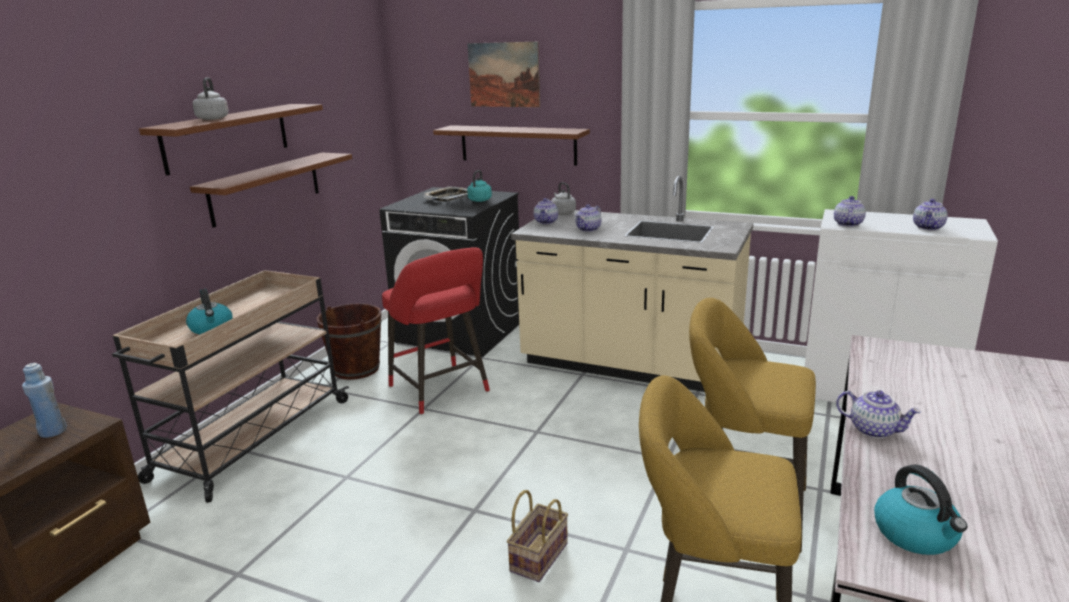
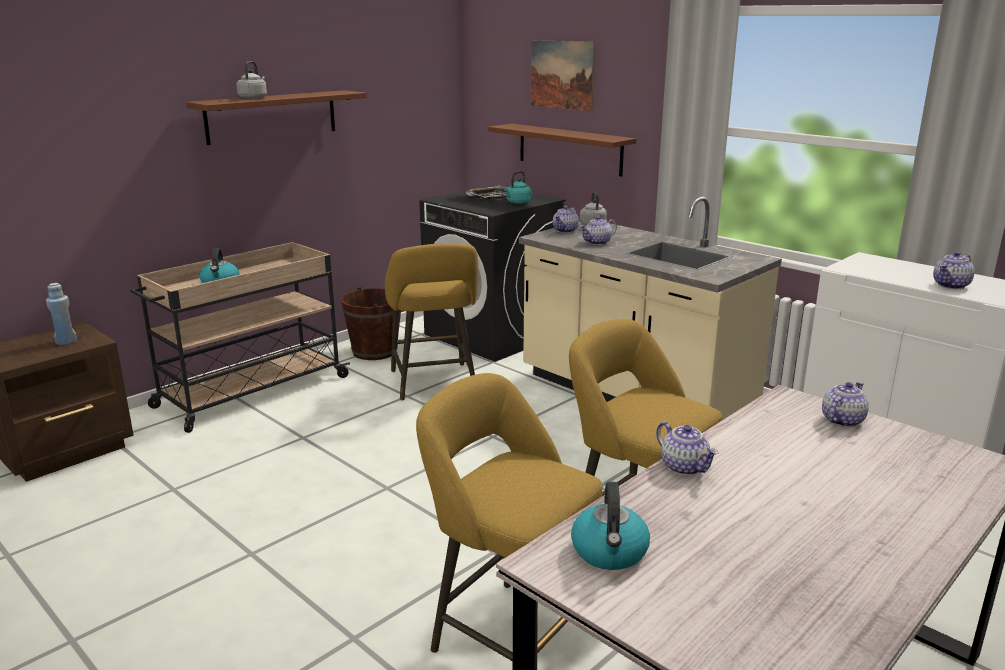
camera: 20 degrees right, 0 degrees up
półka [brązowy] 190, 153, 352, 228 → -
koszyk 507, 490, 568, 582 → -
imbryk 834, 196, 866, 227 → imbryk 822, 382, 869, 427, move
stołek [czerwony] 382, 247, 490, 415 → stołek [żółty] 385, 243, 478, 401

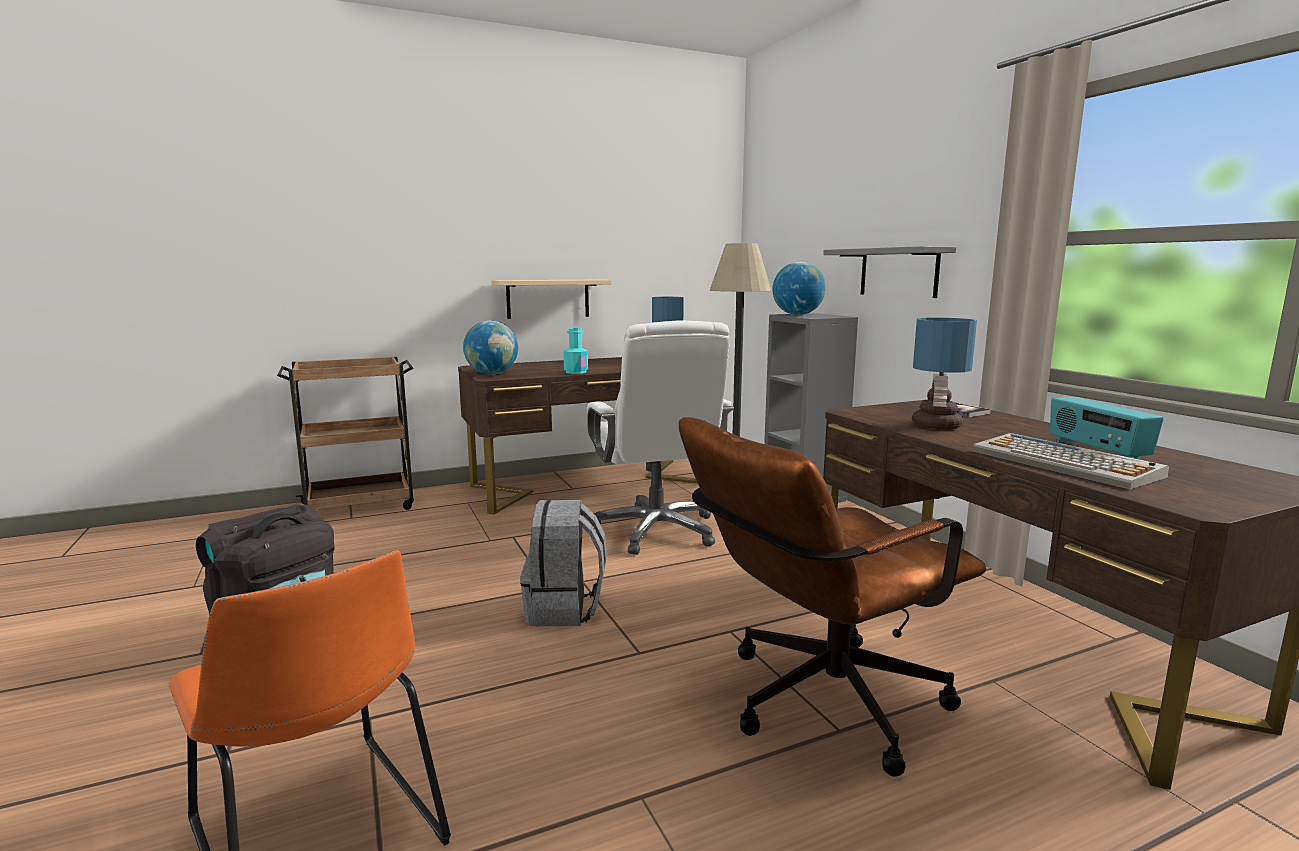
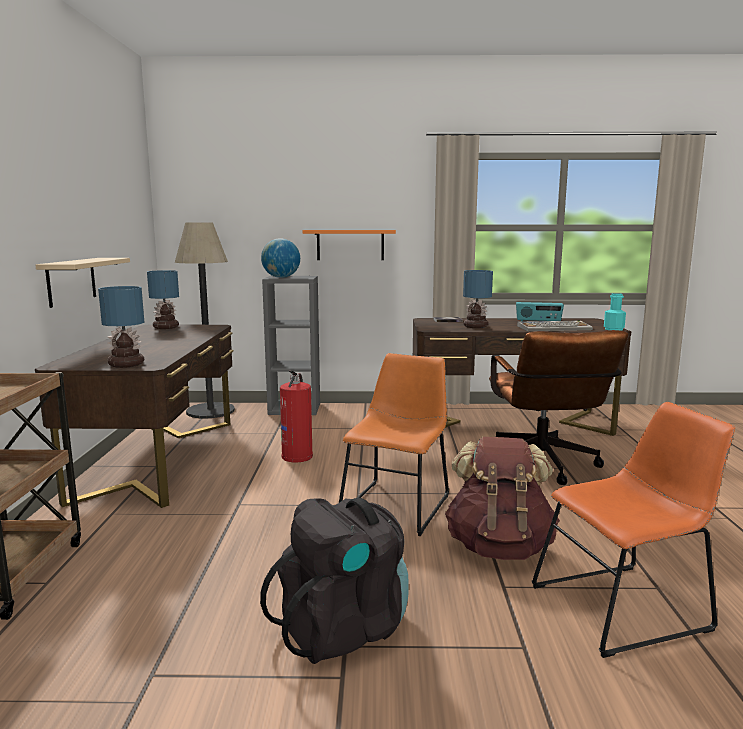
camera: 65 degrees left, 0 degrees up
- → plecak [brązowy] 445, 437, 559, 560
butelka [turkusowy] 563, 328, 588, 374 → butelka [turkusowy] 604, 293, 626, 331, move
globus 463, 321, 518, 375 → lampa stołowa 98, 286, 144, 368
plecak [szary] 520, 500, 607, 627 → krzesło [pomarańczowy] 339, 353, 449, 536
krzesło biurowe [biały] 587, 320, 734, 555 → gaśnica 280, 371, 313, 462
półka [szary] 823, 246, 956, 298 → półka [pomarańczowy] 302, 230, 396, 260

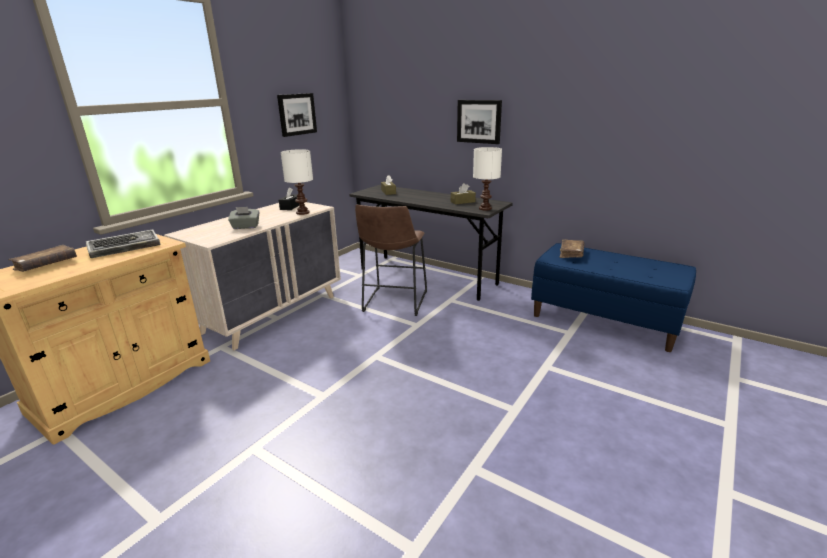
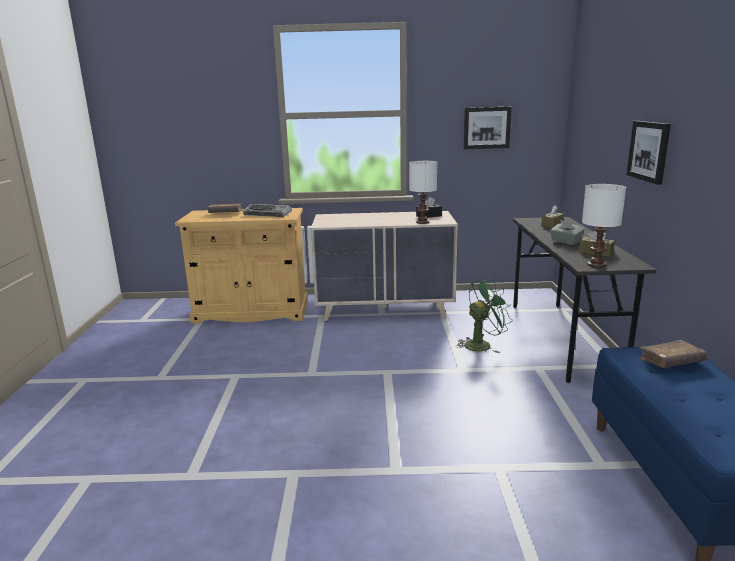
camera: 55 degrees right, 5 degrees down
pudełko chusteczek [szary] 228, 207, 259, 229 → pudełko chusteczek [szary] 550, 220, 584, 245, move
stołek [brązowy] 355, 205, 427, 316 → wentylator [zielony] 456, 278, 513, 353

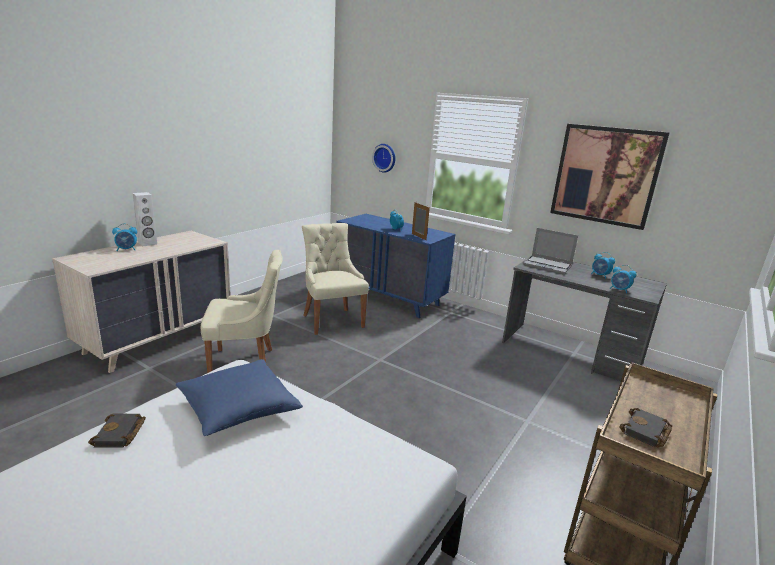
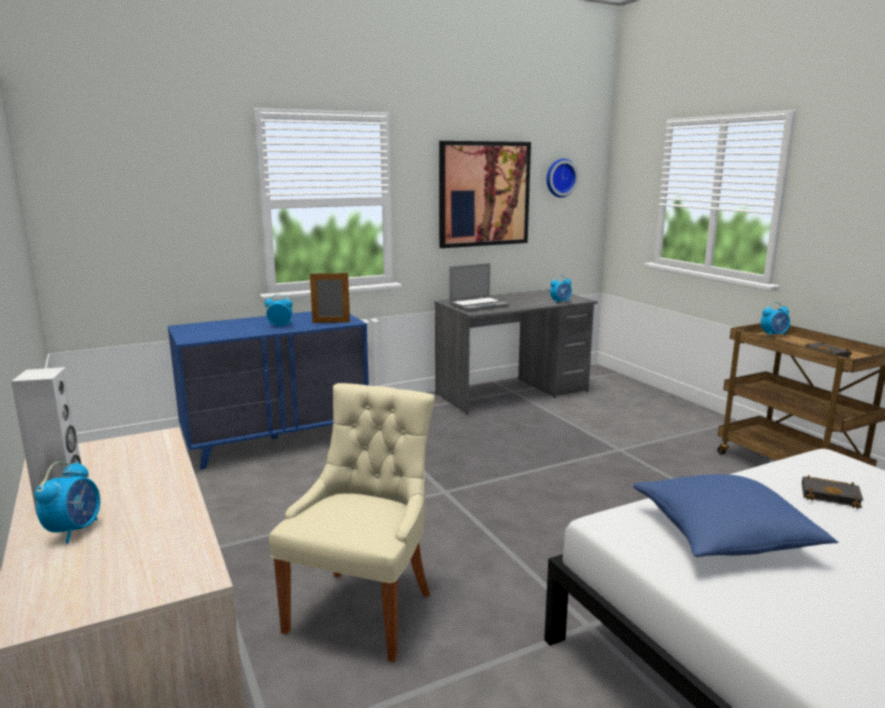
camera: 60 degrees left, 5 degrees down
krzesło [beżowy] 302, 223, 369, 335 → -
książka [czarny] 88, 414, 146, 447 → książka [czarny] 802, 475, 863, 509, move
zegar ścienny 372, 144, 395, 173 → zegar ścienny 546, 158, 578, 198, move
budzik 591, 252, 615, 278 → budzik 761, 302, 790, 337, move

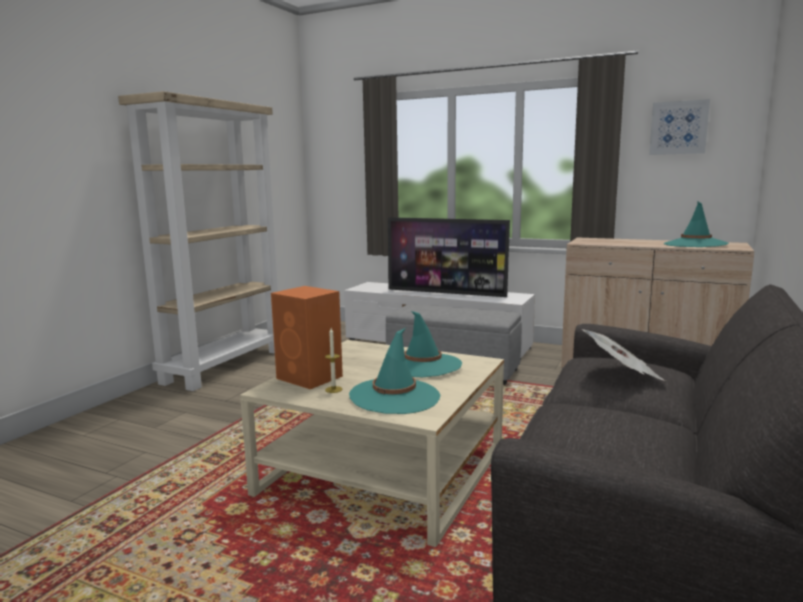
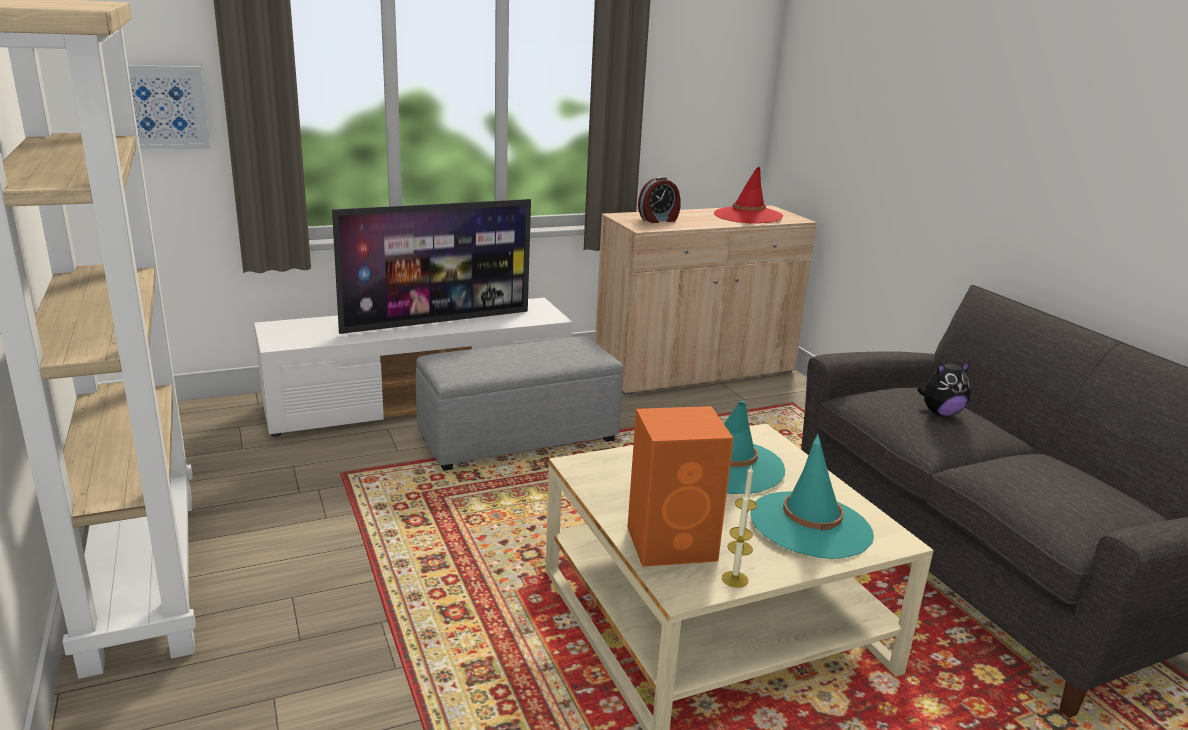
camera: 50 degrees left, 10 degrees up
- → budzik 638, 177, 681, 223
- → świeca 722, 493, 753, 588
obraz 649, 99, 710, 155 → obraz 128, 65, 210, 150, move
gazeta 582, 329, 666, 381 → pluszak 917, 361, 971, 417
kapelusz [turkusowy] 664, 201, 728, 247 → kapelusz [czerwony] 714, 167, 783, 223

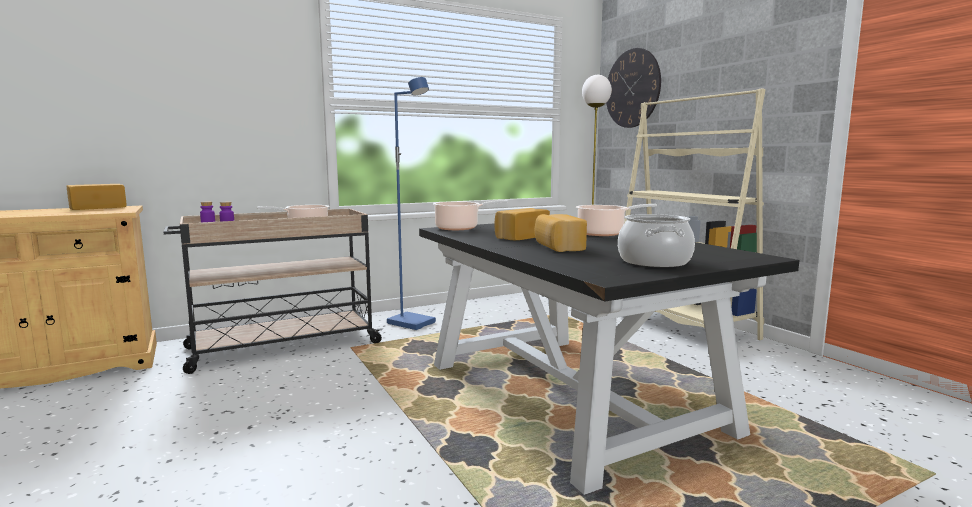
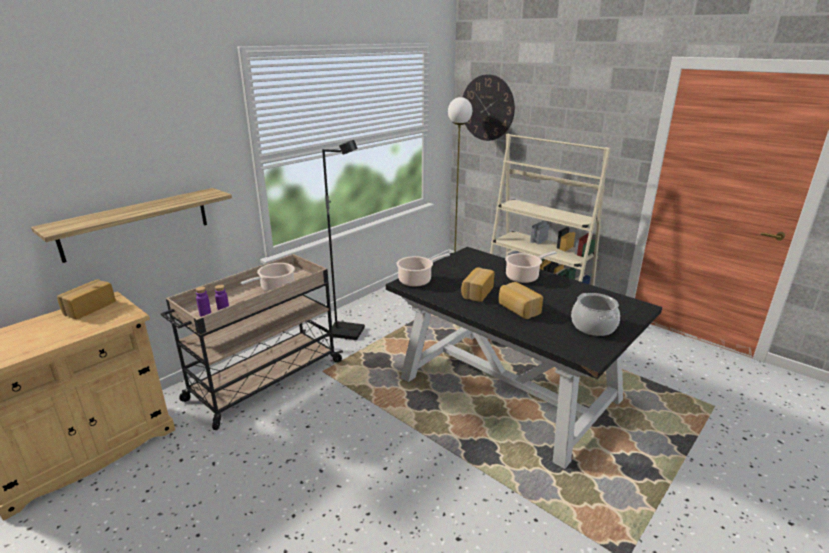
camera: 20 degrees left, 15 degrees up
- → półka 31, 188, 232, 263
lampa stojąca [niebieski] 387, 77, 436, 330 → lampa stojąca [czarny] 322, 140, 365, 340

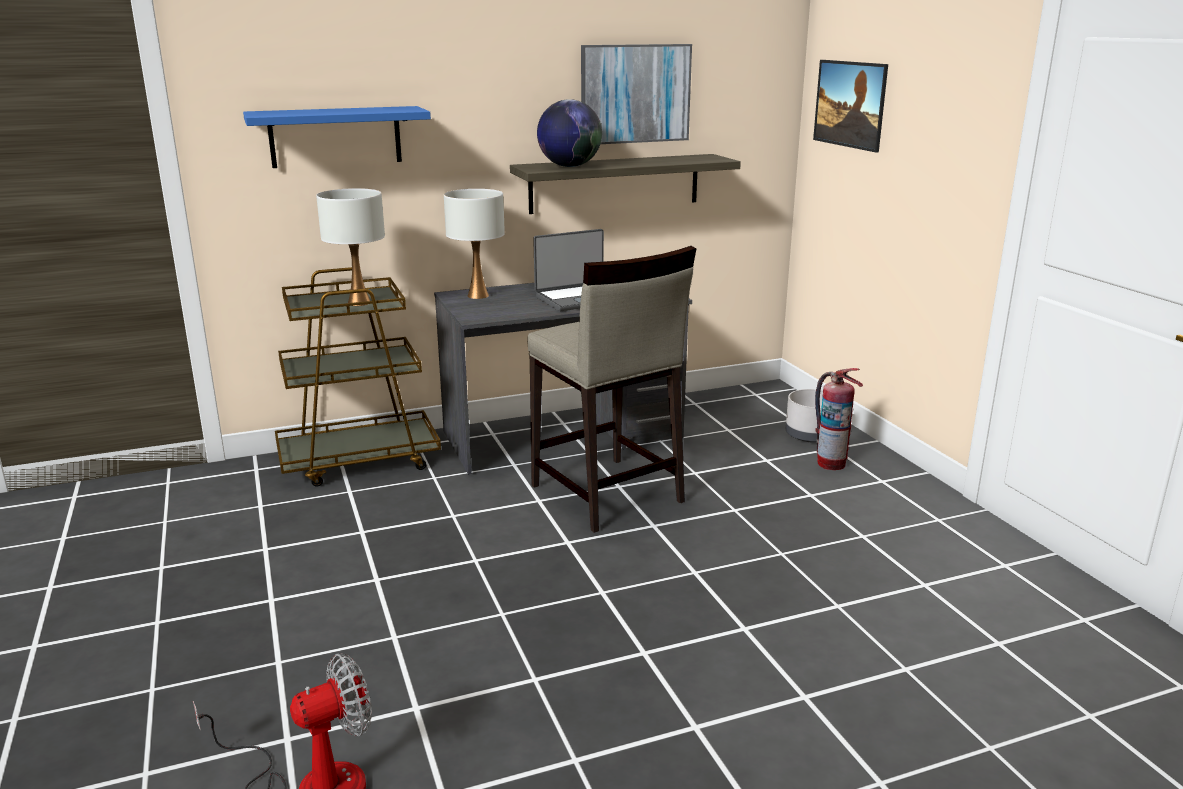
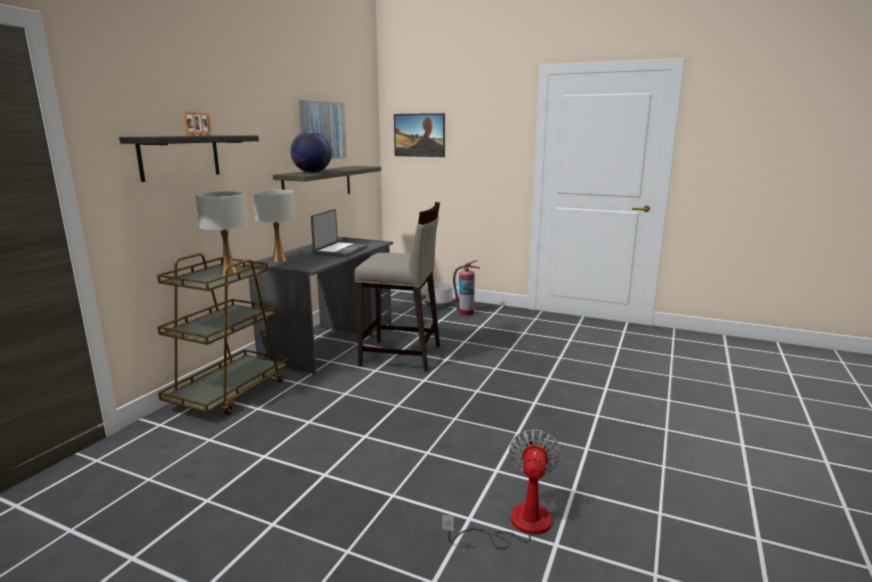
camera: 45 degrees left, 5 degrees down
- → ramka na zdjęcie 182, 111, 211, 136
półka [niebieski] 243, 106, 431, 168 → półka [czarny] 119, 135, 259, 182

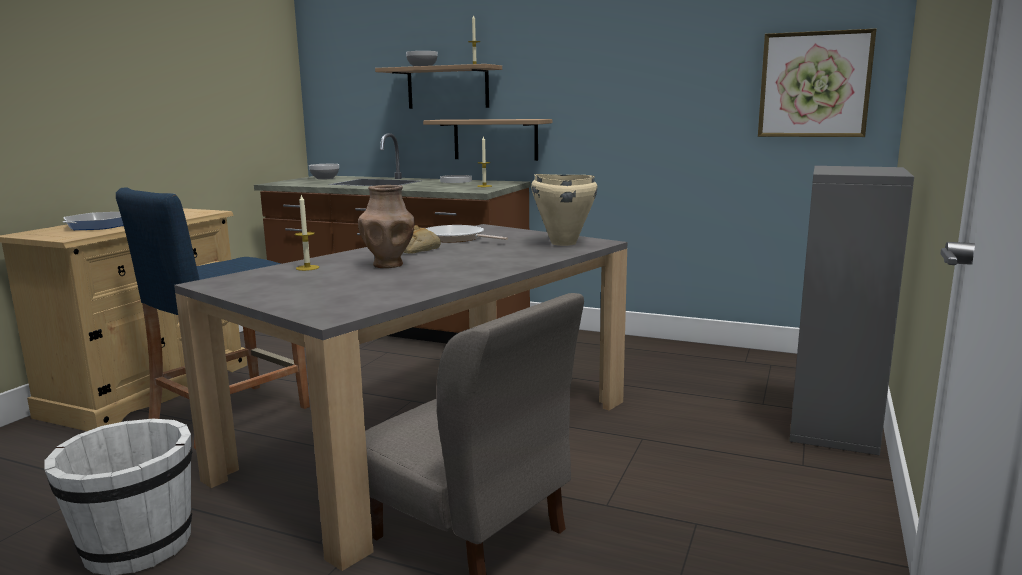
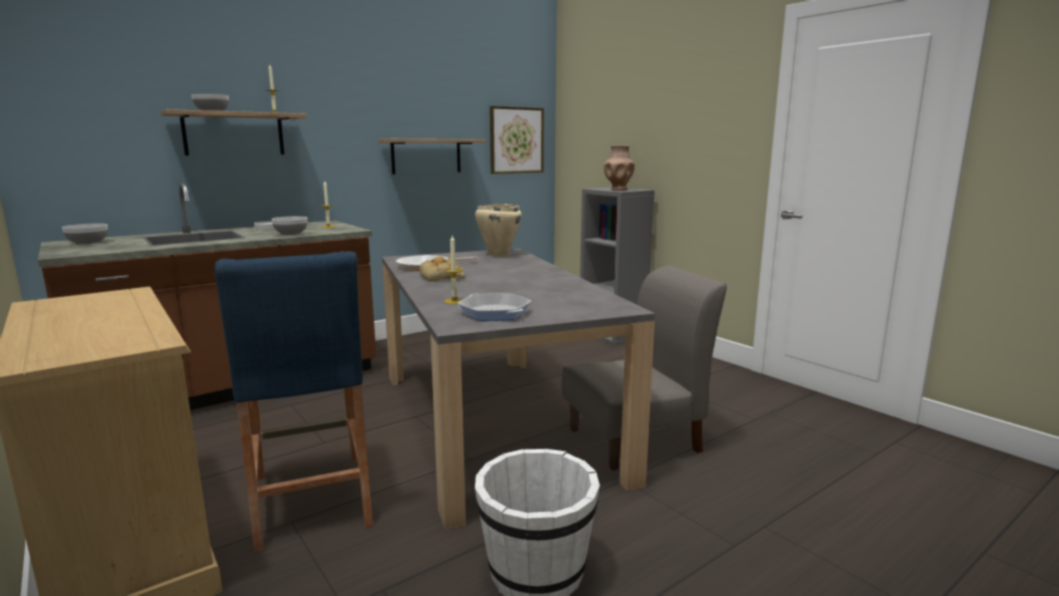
camera: 60 degrees left, 0 degrees up
- → miska 272, 216, 308, 235
patelnia 63, 212, 124, 230 → patelnia 457, 293, 532, 321, move
wazon [brązowy] 358, 185, 415, 268 → wazon [brązowy] 604, 145, 635, 191, move
półka 423, 119, 552, 161 → półka 378, 139, 486, 174, move

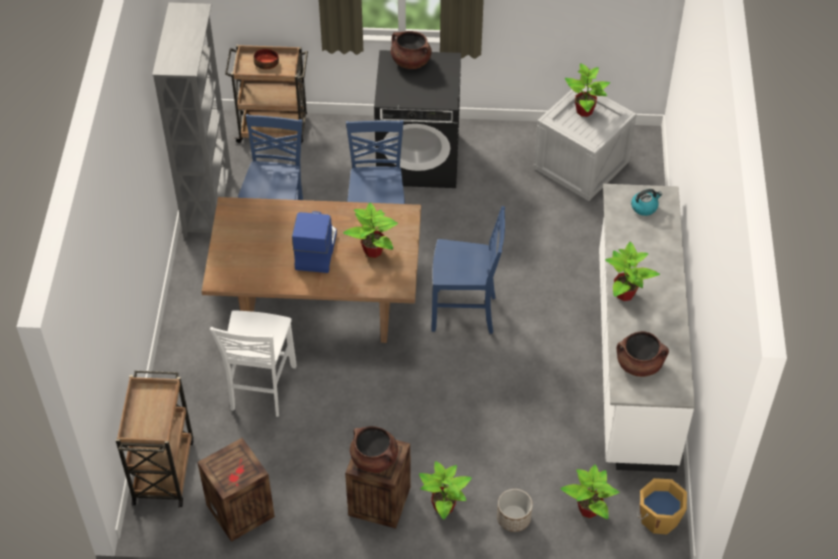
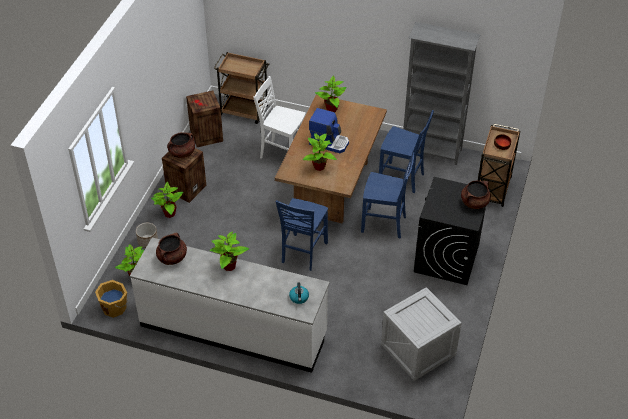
camera: 105 degrees right, 5 degrees down
roślina doniczkowa 565, 63, 610, 117 → roślina doniczkowa 315, 75, 347, 112, move

